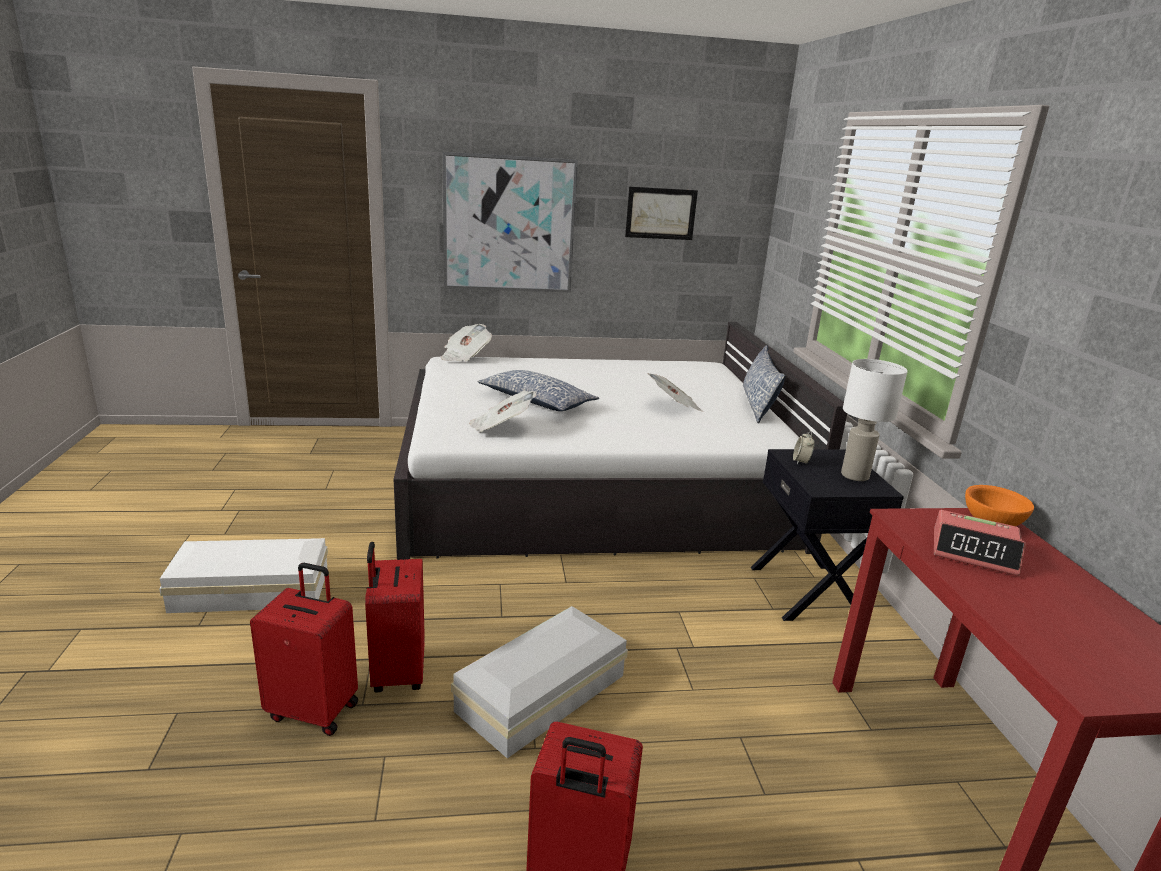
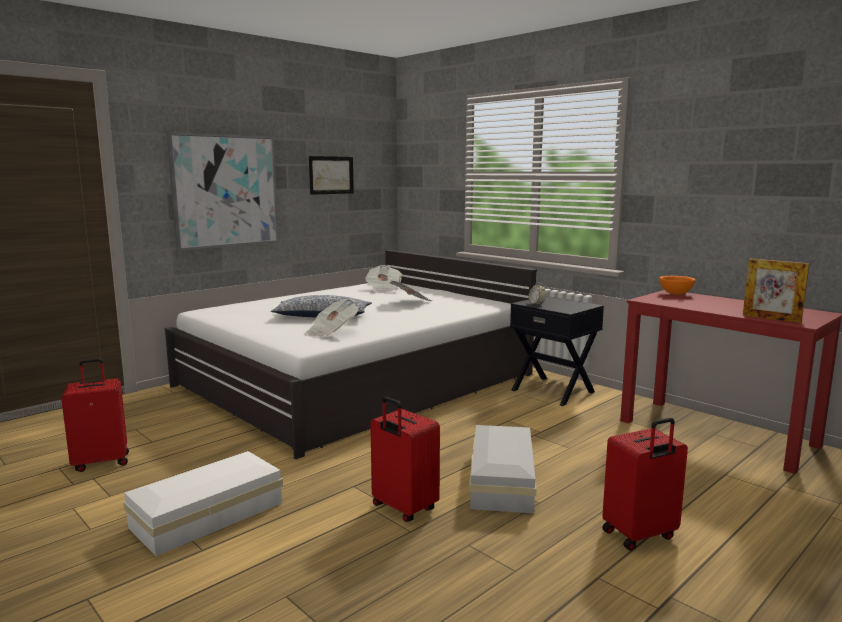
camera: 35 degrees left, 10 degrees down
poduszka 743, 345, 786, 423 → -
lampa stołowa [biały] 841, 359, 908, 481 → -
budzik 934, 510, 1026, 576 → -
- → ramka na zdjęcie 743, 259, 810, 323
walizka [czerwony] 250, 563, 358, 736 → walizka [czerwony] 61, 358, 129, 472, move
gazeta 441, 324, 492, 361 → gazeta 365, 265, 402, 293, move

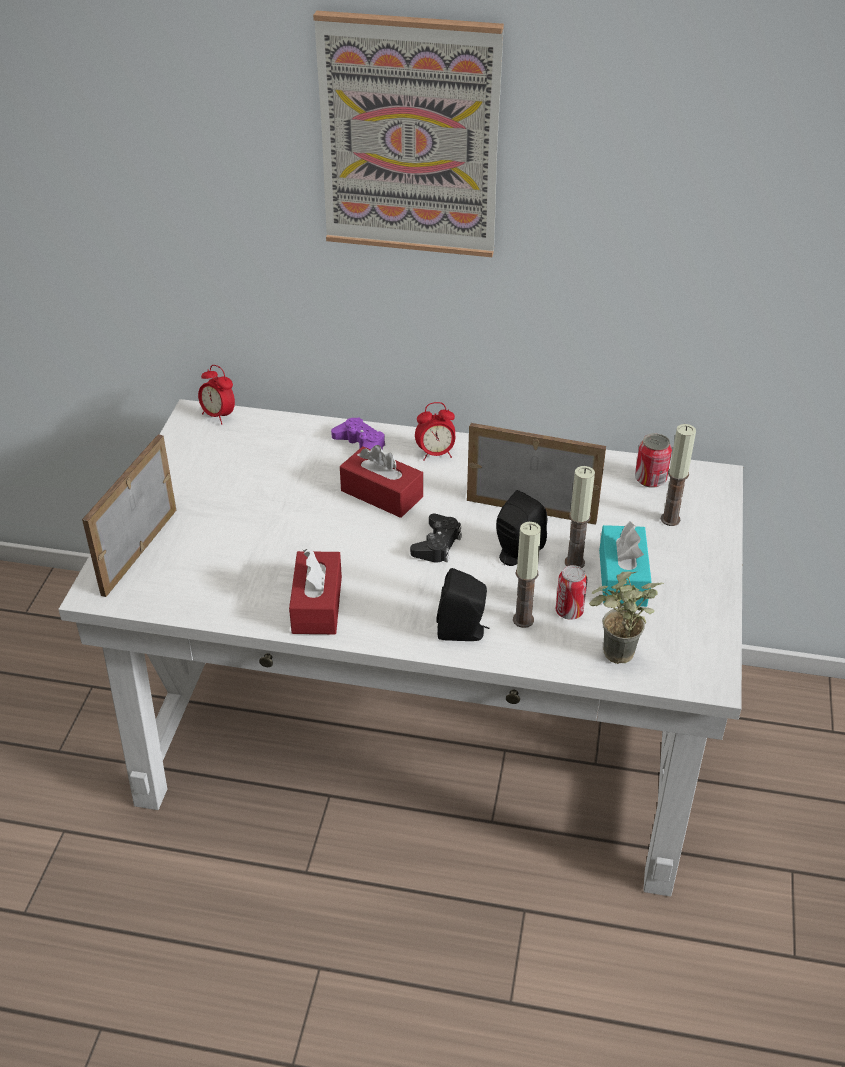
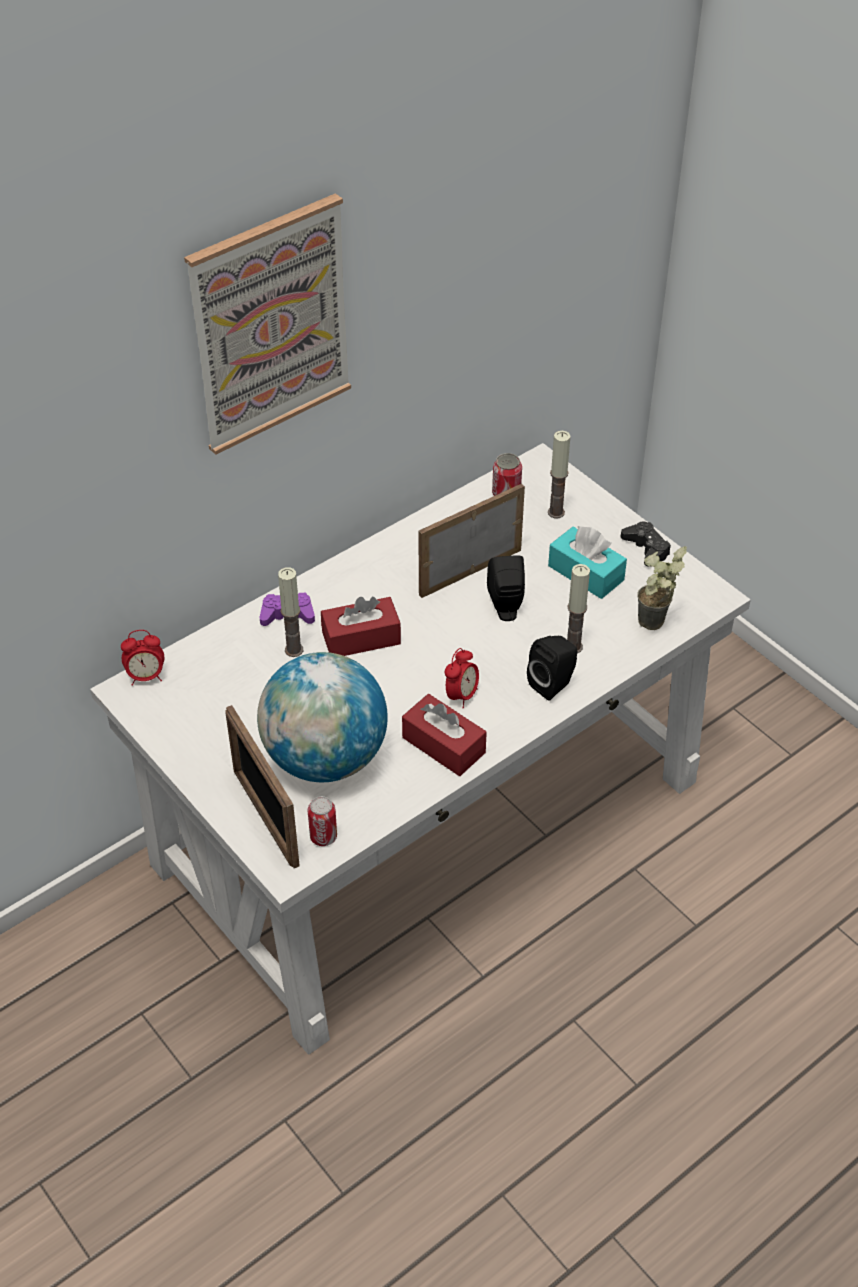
camera: 50 degrees left, 5 degrees up
- → globus 257, 652, 388, 782
pad do gier [czarny] 410, 514, 462, 563 → pad do gier [czarny] 621, 522, 671, 567, move
budzik 415, 402, 455, 461 → budzik 445, 648, 479, 709, move
puszka 556, 565, 587, 620 → puszka 307, 796, 337, 846, move
świeca 565, 466, 595, 568 → świeca 278, 567, 303, 657, move

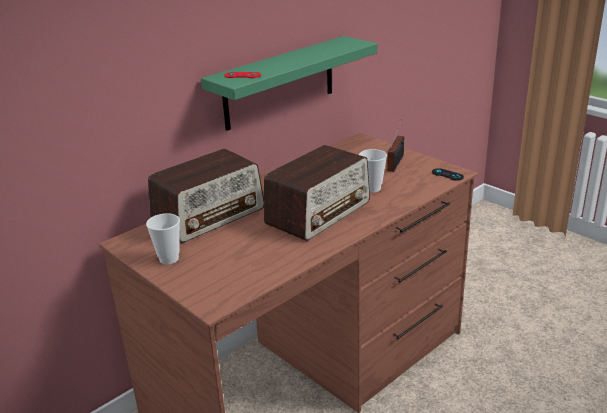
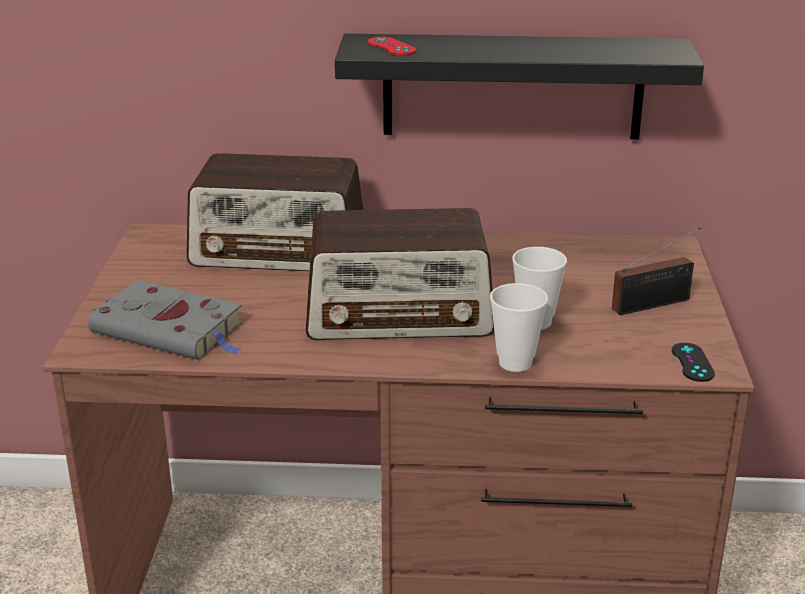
camera: 45 degrees right, 0 degrees up
- → książka [szary] 88, 280, 243, 360
filiżanka 146, 213, 180, 264 → filiżanka 490, 283, 548, 372, move
półka [zielony] 201, 36, 377, 131 → półka [czarny] 335, 34, 704, 140

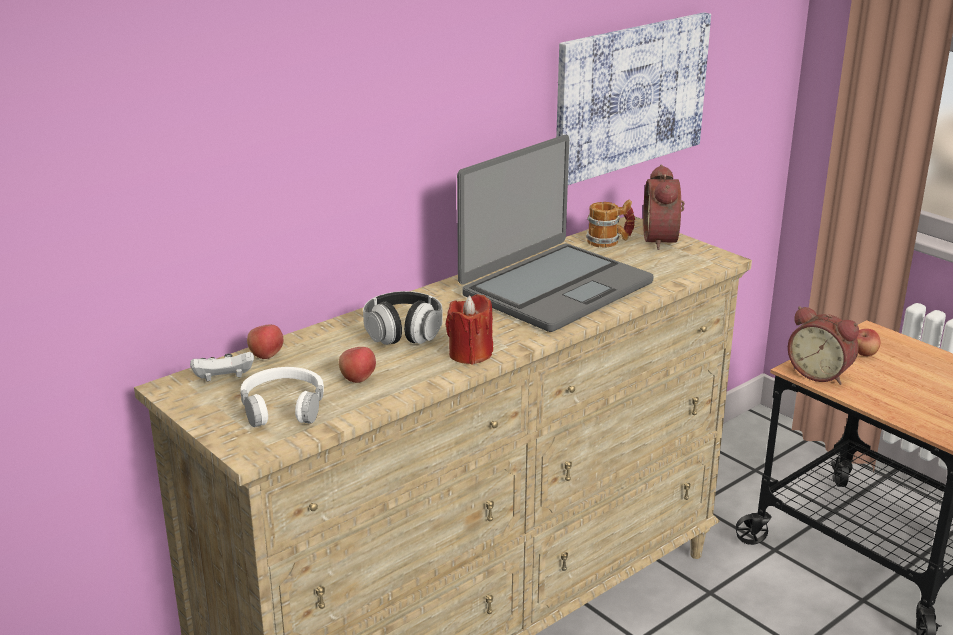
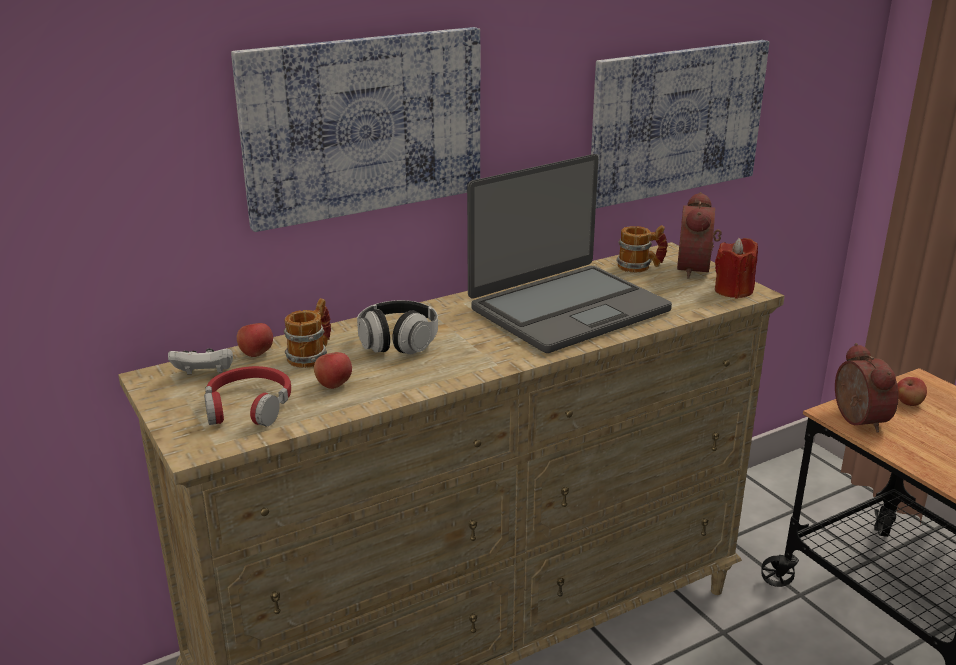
camera: 10 degrees right, 0 degrees up
- → obraz 231, 27, 480, 232
- → kubek 284, 298, 331, 368
świeca [czerwony] 446, 294, 493, 365 → świeca [czerwony] 715, 238, 758, 298, move
słuchawki [biały] 240, 367, 324, 427 → słuchawki [czerwony] 204, 366, 291, 427
budzik 788, 306, 859, 385 → budzik 835, 343, 899, 433, 150 degrees counterclockwise

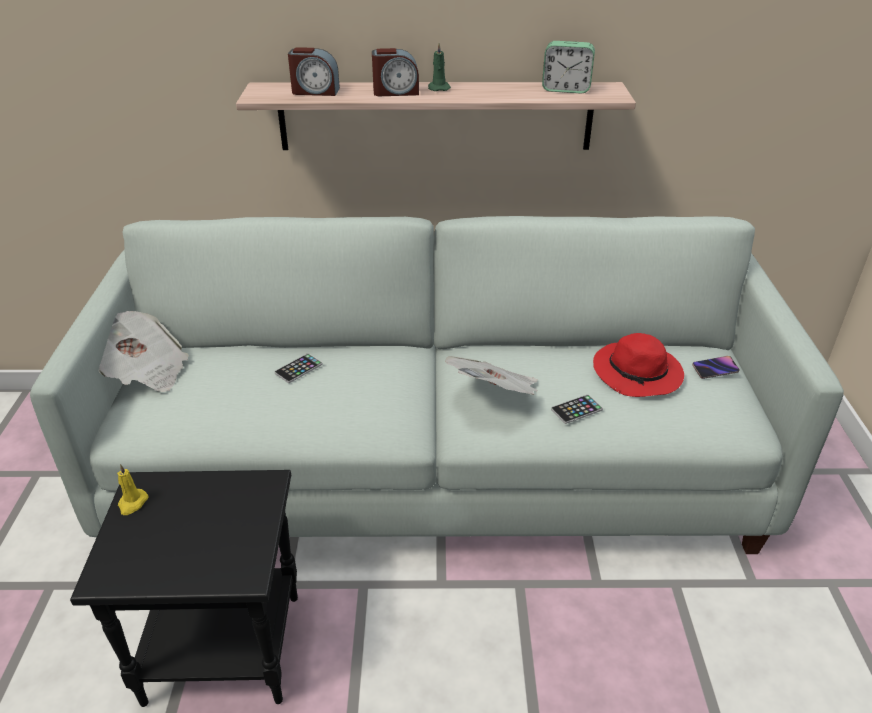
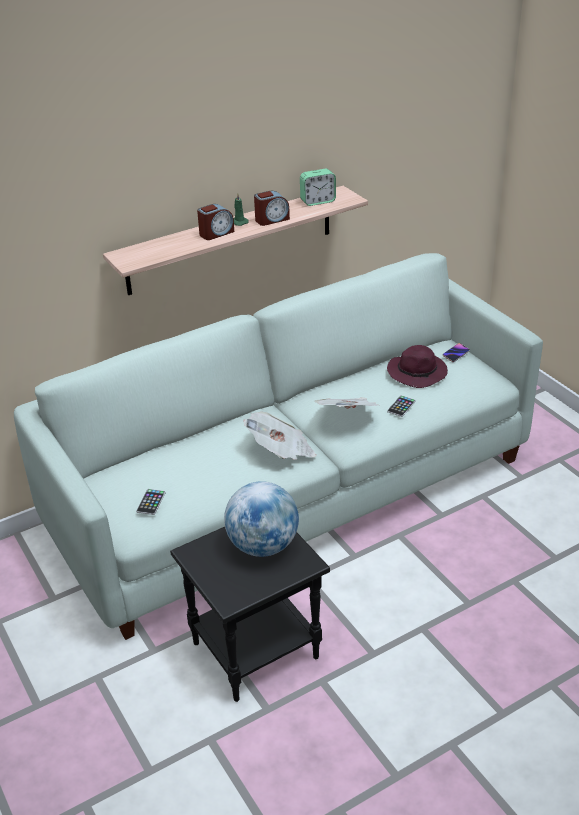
camera: 30 degrees left, 0 degrees up
świeca [żółty] 117, 464, 148, 515 → -
- → globus 224, 481, 299, 557
gazeta 99, 311, 189, 392 → gazeta 243, 412, 316, 460, move
telefon 274, 353, 323, 383 → telefon 136, 489, 166, 515, move
budzik 288, 47, 340, 96 → budzik 254, 191, 290, 226, move
kapelusz [czerwony] 593, 333, 684, 397 → kapelusz [fioletowy] 387, 345, 448, 388

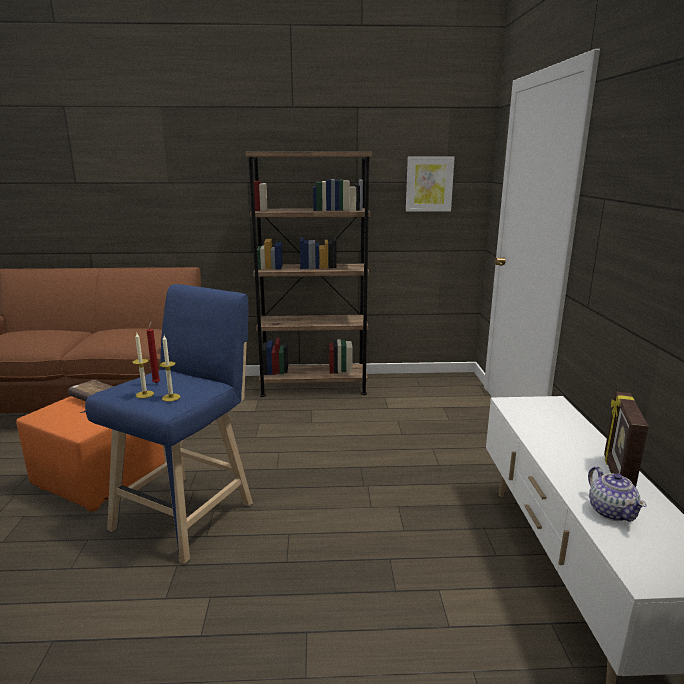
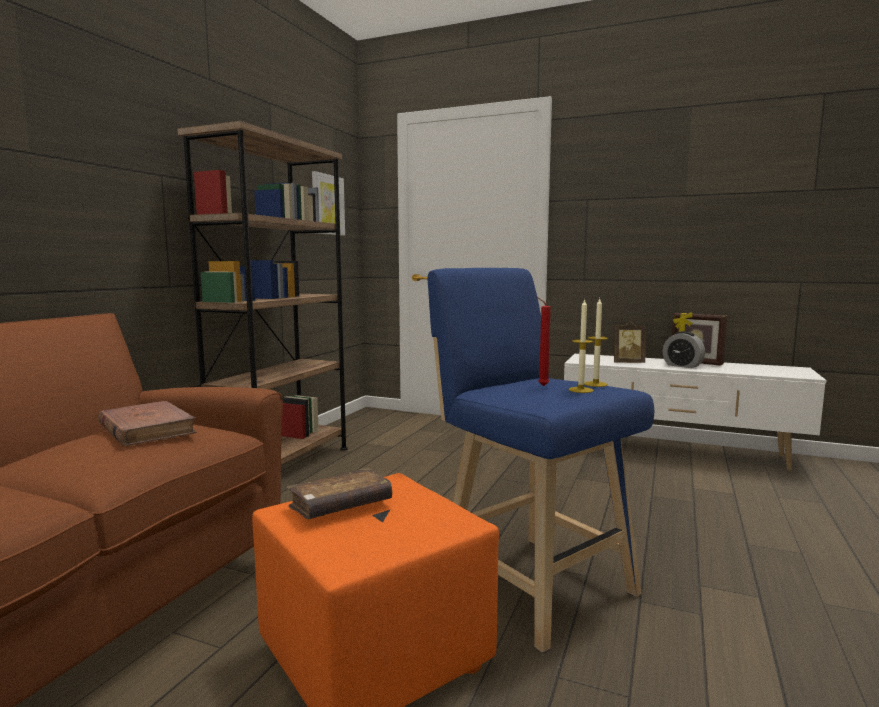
camera: 65 degrees left, 10 degrees down
imbryk 588, 466, 647, 522 → -
- → książka [brązowy] 98, 401, 197, 447
- → ramka na zdjęcie 614, 321, 646, 363
- → budzik 663, 331, 705, 368

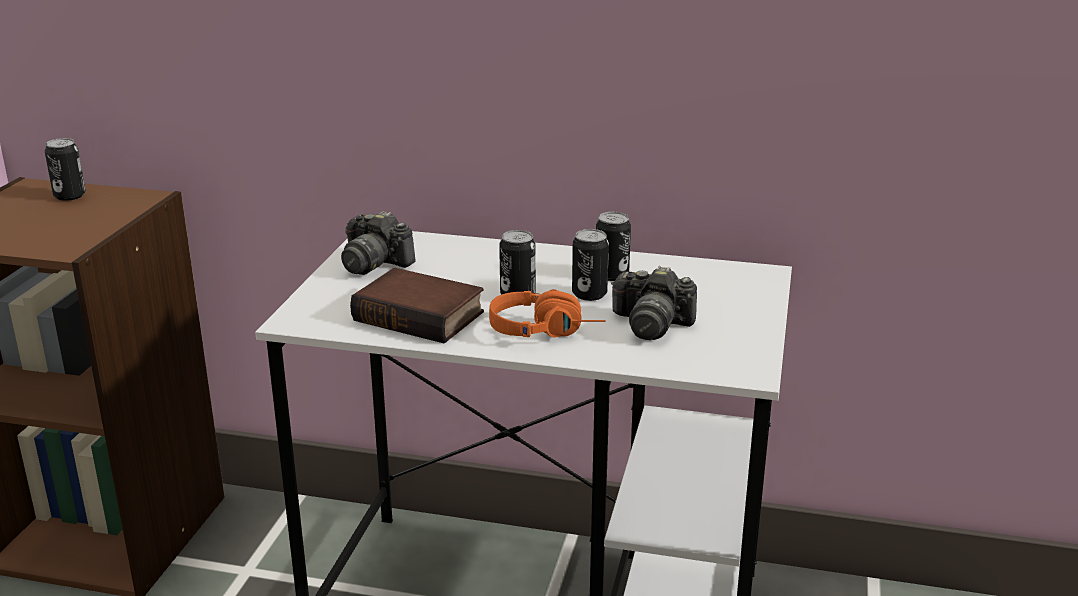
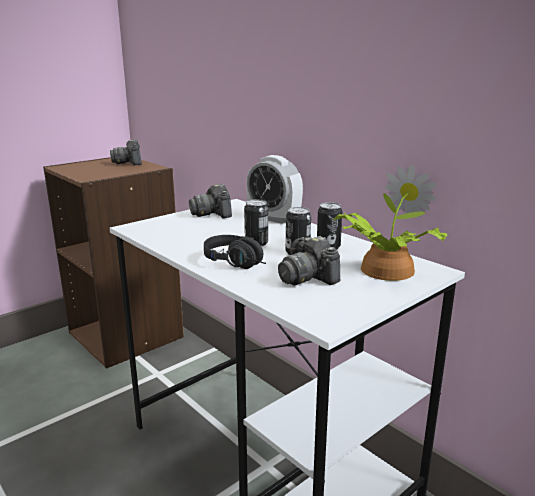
camera: 35 degrees right, 5 degrees down
książka 350, 268, 484, 344 → -
- → budzik 246, 155, 303, 224
- → roślina doniczkowa 334, 164, 447, 281
puszka 45, 138, 86, 201 → aparat fotograficzny 110, 140, 142, 166
słuchawki [pomarańczowy] 489, 289, 606, 337 → słuchawki [czarny] 204, 235, 266, 269

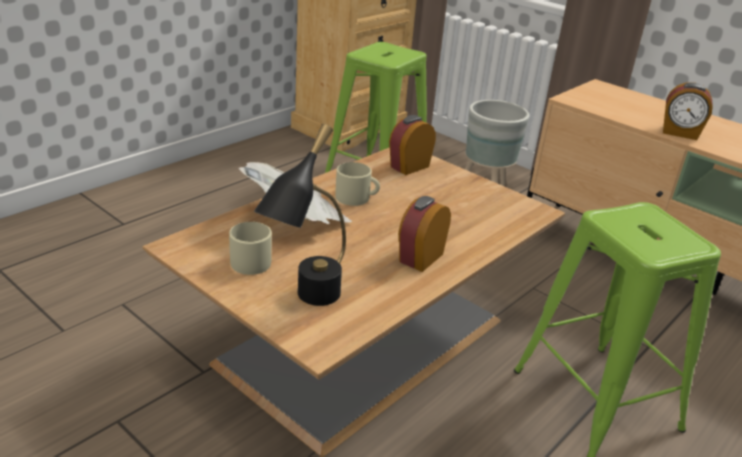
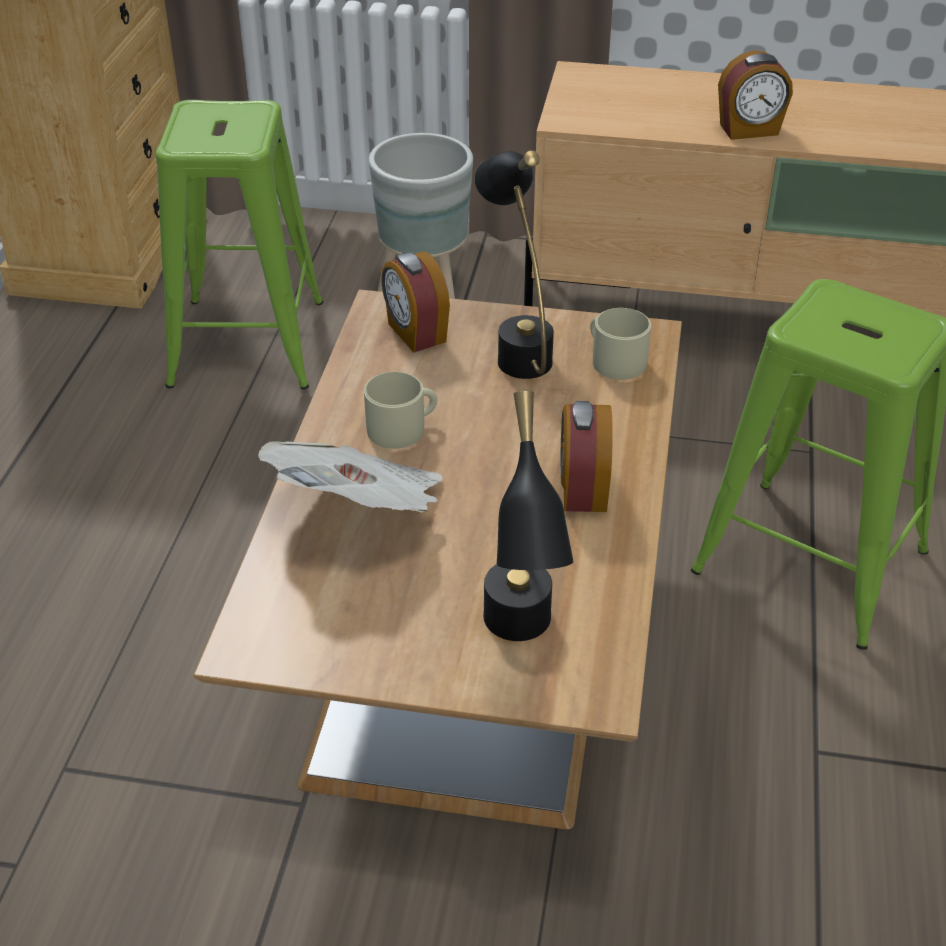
camera: 30 degrees left, 10 degrees up
- → lampa stołowa [czarny] 475, 151, 554, 379
kubek [beżowy] 229, 222, 272, 275 → kubek [beżowy] 590, 308, 651, 380, move
budzik 389, 115, 436, 175 → budzik 381, 251, 450, 353, 45 degrees counterclockwise

